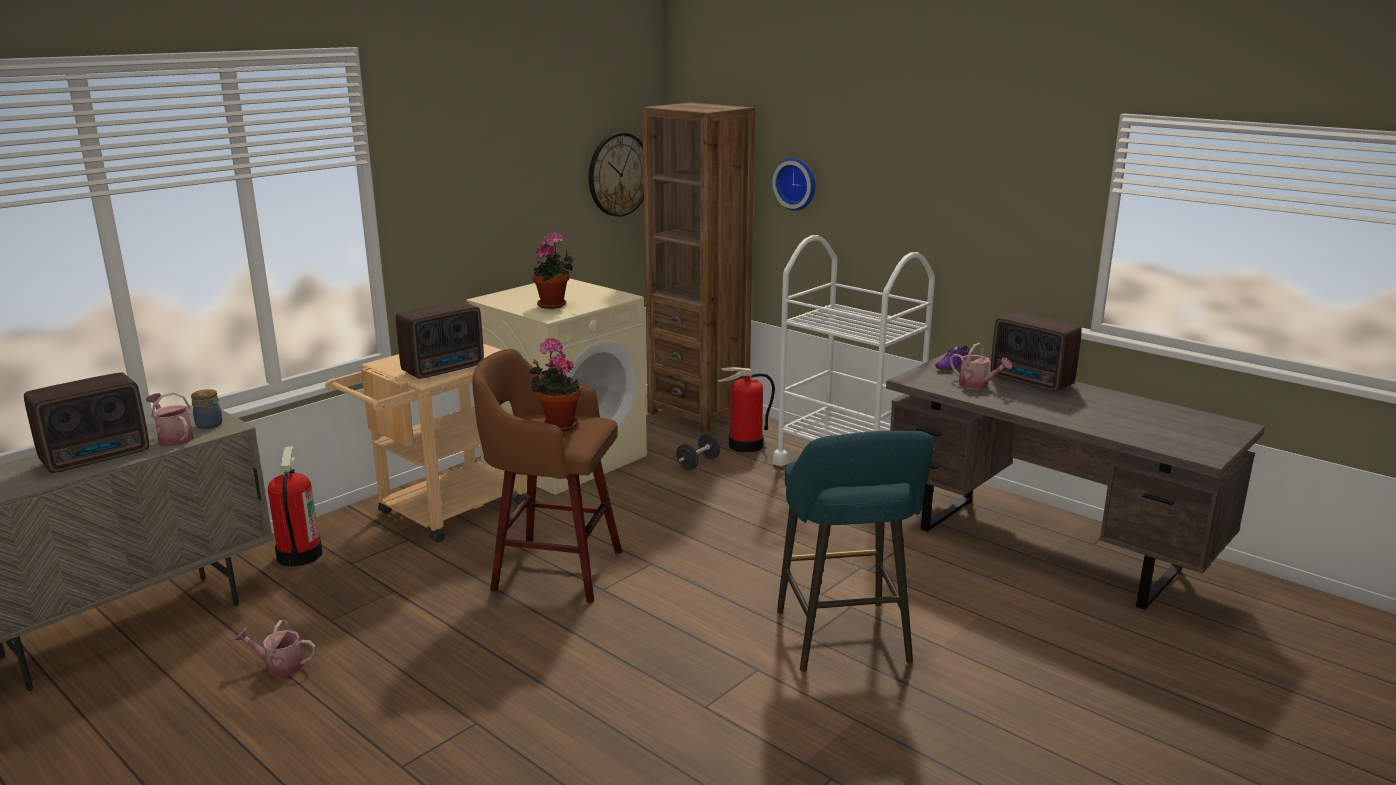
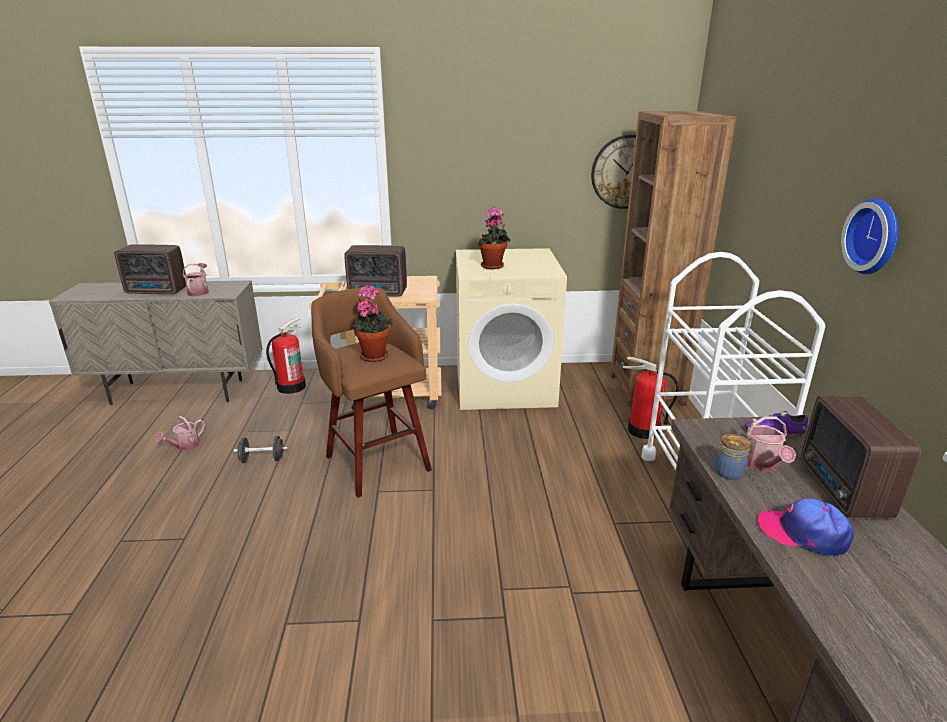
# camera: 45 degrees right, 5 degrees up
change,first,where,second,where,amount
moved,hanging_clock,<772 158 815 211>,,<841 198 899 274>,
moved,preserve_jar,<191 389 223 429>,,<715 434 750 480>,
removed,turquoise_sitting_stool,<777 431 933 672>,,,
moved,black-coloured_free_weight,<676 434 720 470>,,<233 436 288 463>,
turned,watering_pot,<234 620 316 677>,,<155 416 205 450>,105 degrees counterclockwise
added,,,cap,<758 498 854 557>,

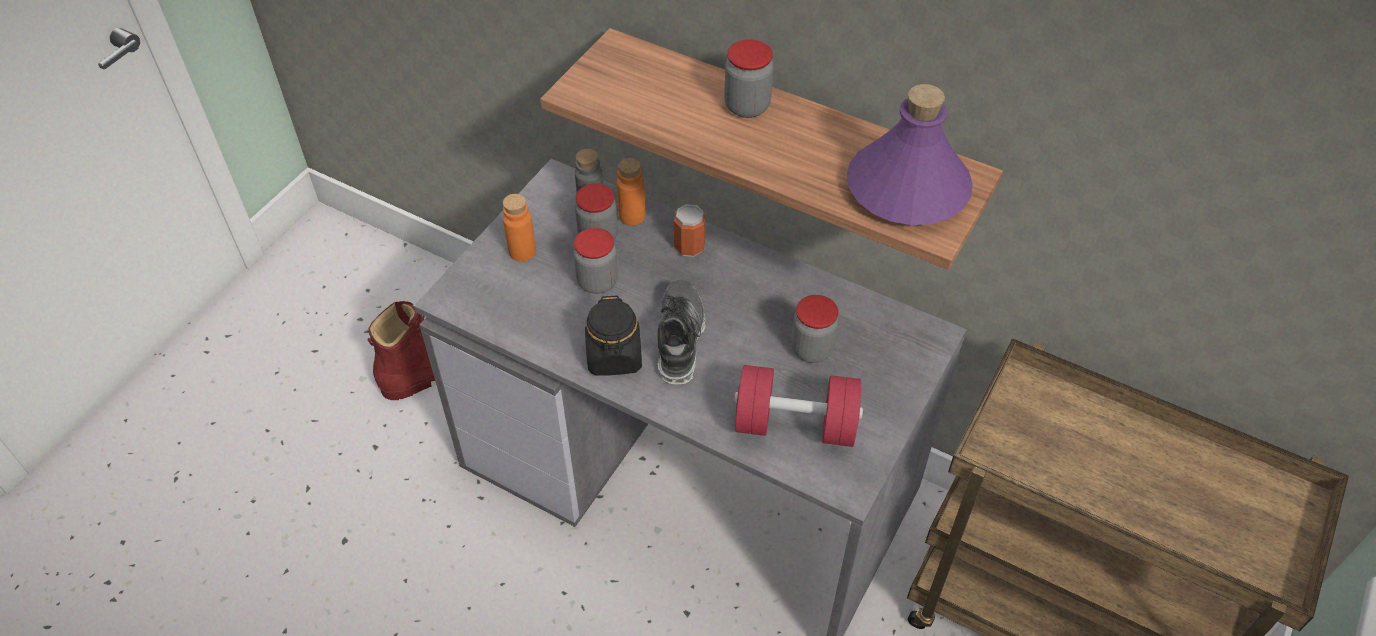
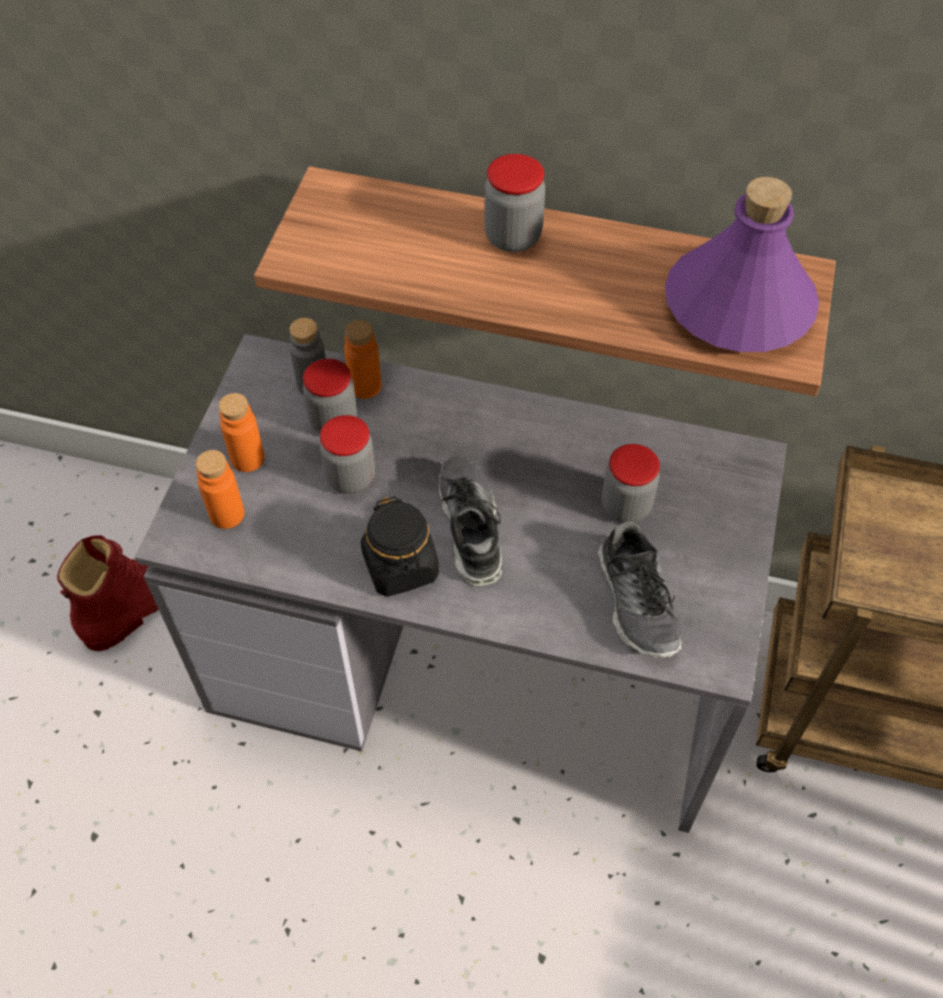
# camera: 15 degrees left, 5 degrees up
change,first,where,second,where,amount
removed,can,<674 204 706 257>,,,
replaced,red-coloured_free_weight,<734 365 863 447>,item_of_footwear,<598 522 681 658>,
added,,,orangey_beverage_bottle,<195 450 244 529>,

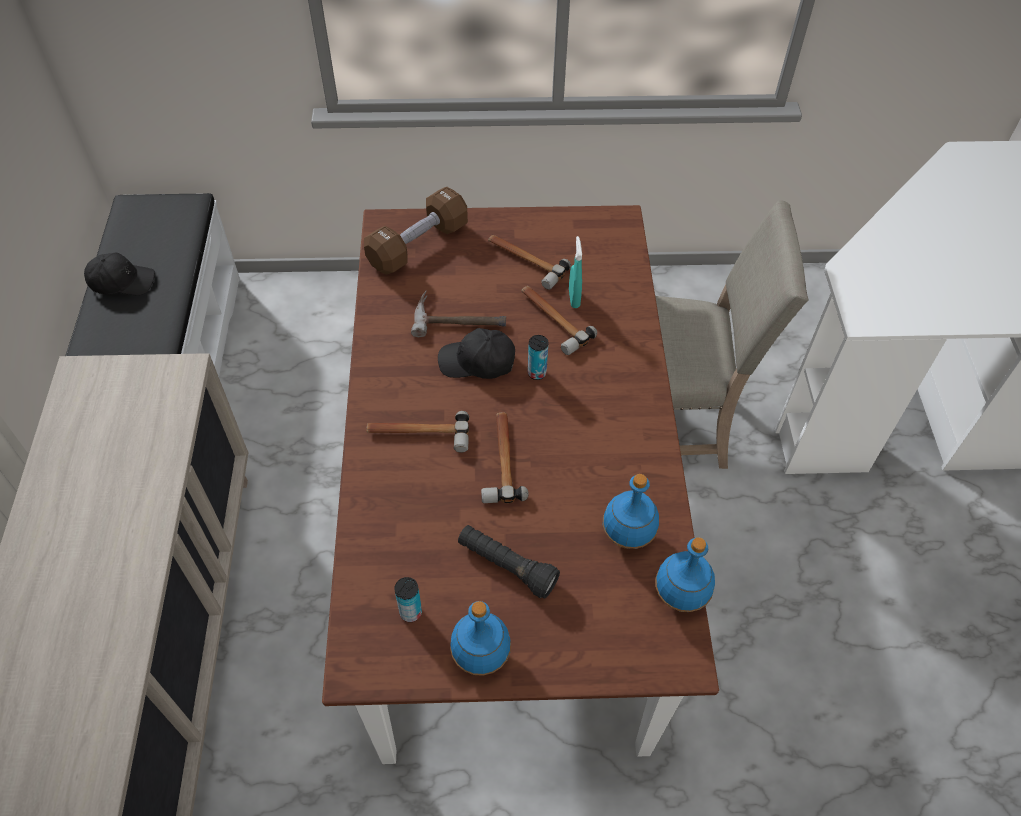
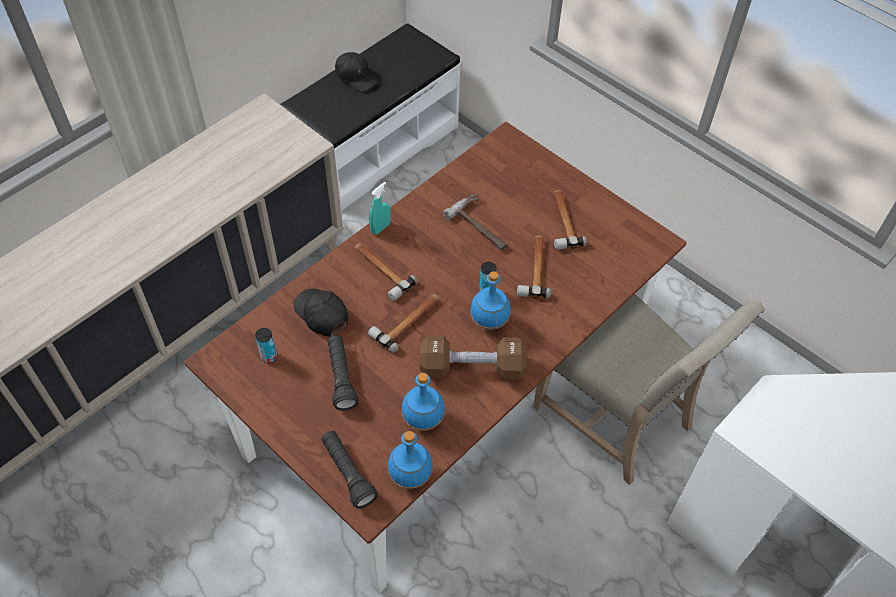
# camera: 45 degrees right, 0 degrees up
change,first,where,second,where,amount
moved,brown_free_weight,<364 187 468 275>,,<420 336 527 380>,
moved,turquoise_sprayer,<569 236 582 308>,,<369 182 391 235>,
moved,black-coloured_cap,<438 328 515 379>,,<293 289 348 336>,
moved,blue-coloured_beverage_bottle,<450 601 511 676>,,<470 271 511 330>,
added,,,black-coloured_torch,<321 431 378 509>,

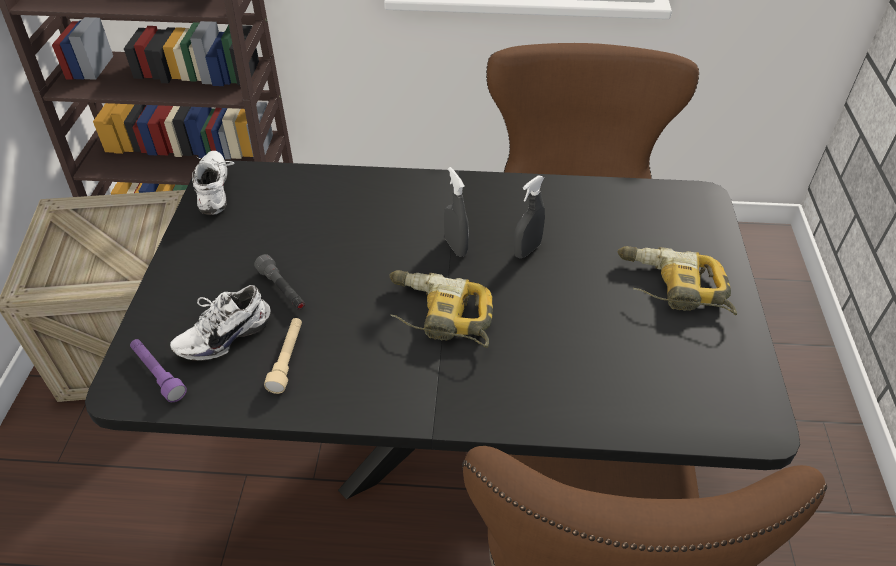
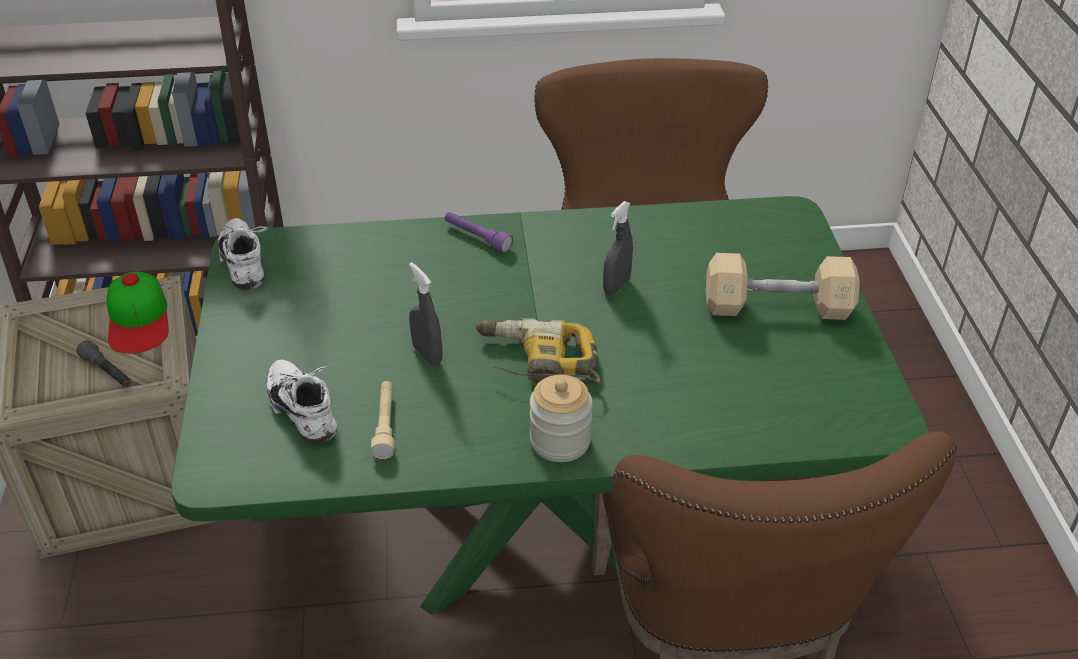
# camera: 10 degrees left, 5 degrees down
change,first,where,second,where,amount
recoloured,black-coloured_dining_table,<85 160 800 499>,greenish_dining_table,<172 196 929 615>,
moved,grey_sprayer,<444 167 469 257>,,<409 262 443 366>,
replaced,drill,<618 246 737 315>,sand-coloured_free_weight,<706 253 860 320>,
moved,grey_torch,<254 254 305 310>,,<76 340 132 387>,
turned,white-coloured_item_of_footwear,<170 285 271 361>,,<266 359 337 444>,105 degrees clockwise
moved,purple_torch,<130 339 187 402>,,<445 212 513 253>,
added,,,cap,<107 271 169 354>,
added,,,preserve_jar,<530 375 593 462>,

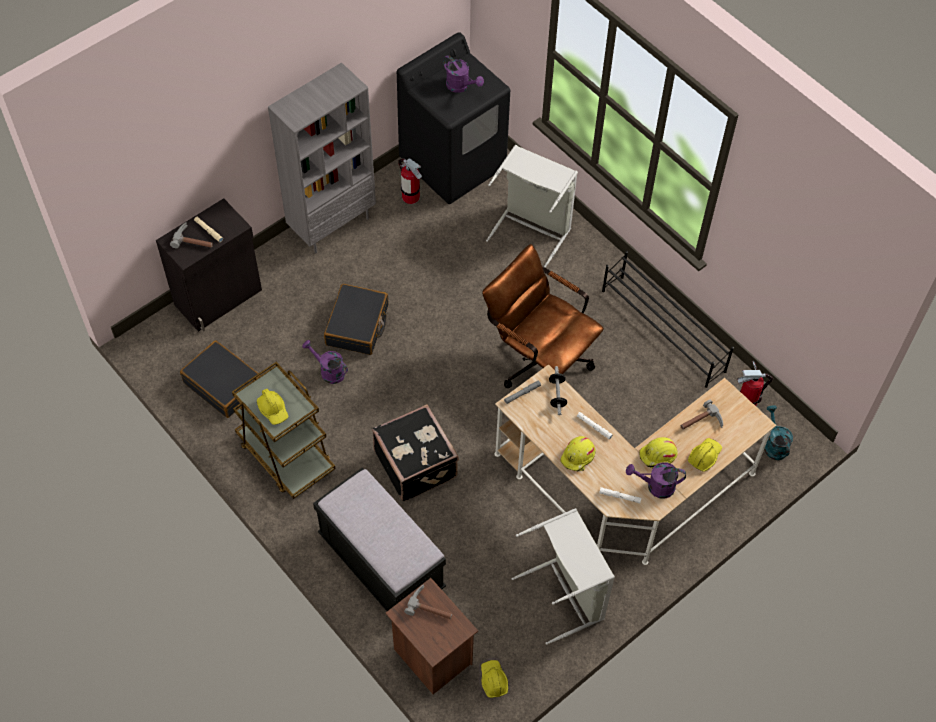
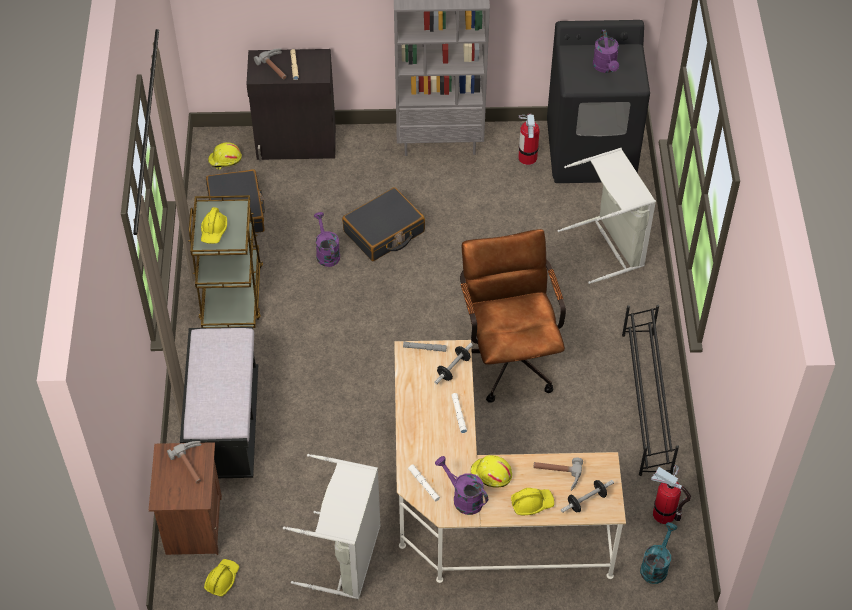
# camera: 40 degrees right, 5 degrees down
change,first,where,second,where,amount
removed,black-coloured_suitcase,<372 404 459 501>,,,
moved,yellow-coloured_hard_hat,<560 436 596 471>,,<208 142 242 170>,
added,,,free_weight,<561 480 614 513>,

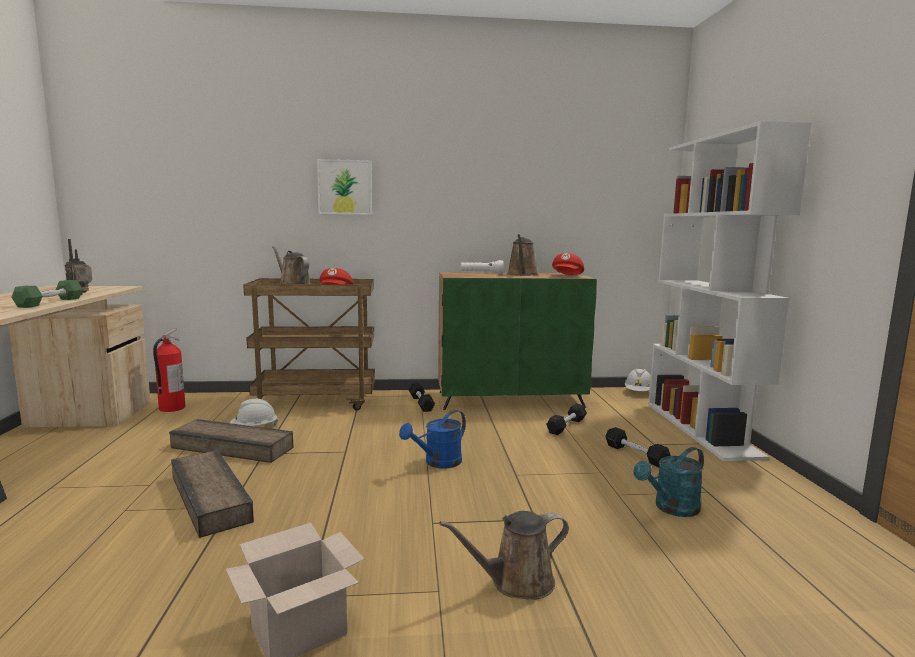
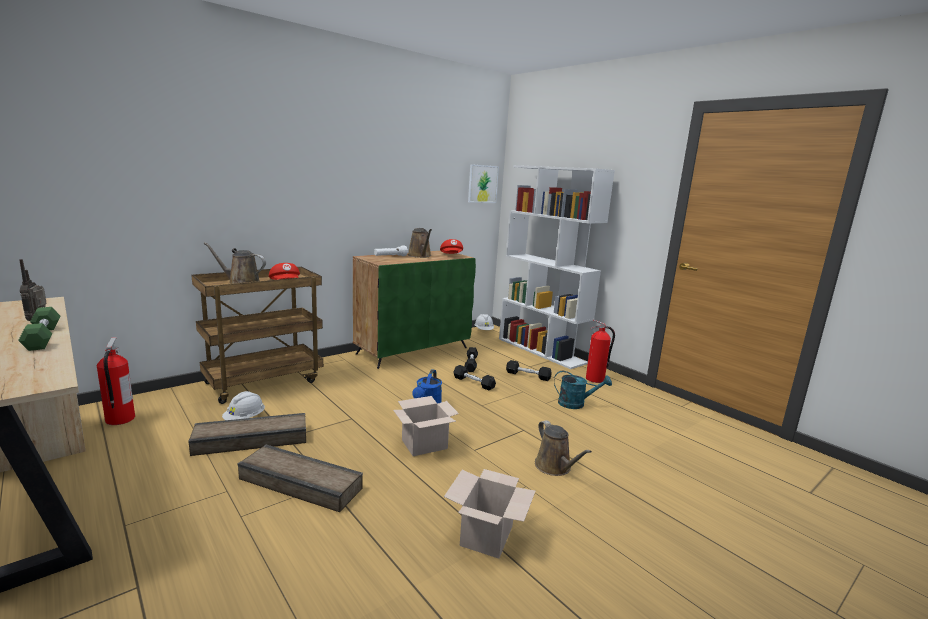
# camera: 35 degrees left, 5 degrees up
change,first,where,second,where,amount
moved,wall_picture,<317 159 372 215>,,<468 164 499 203>,
moved,black-coloured_free_weight,<409 383 435 412>,,<453 365 496 390>,
turned,turquoise_watering_pot,<633 447 704 517>,,<554 371 612 409>,105 degrees counterclockwise
turned,brown_watering_pot,<439 511 569 600>,,<535 420 592 476>,60 degrees counterclockwise
added,,,fire-fighting_cylinder,<586 320 615 383>,
added,,,cardboard_box,<393 396 459 456>,

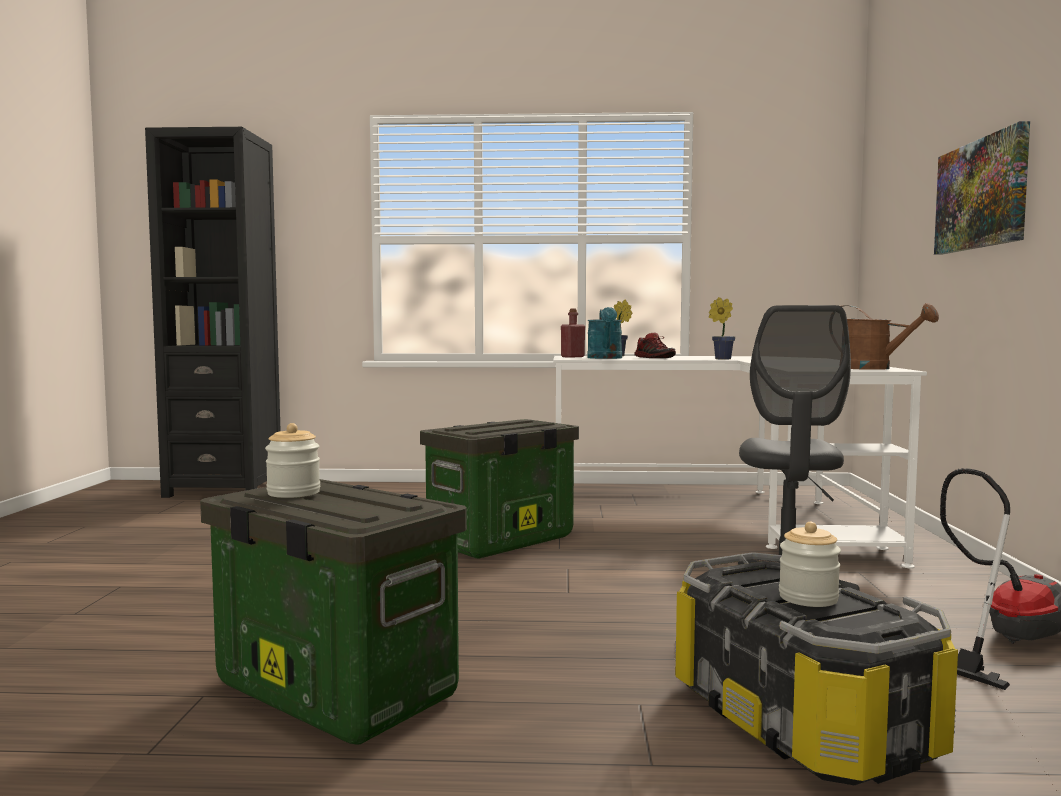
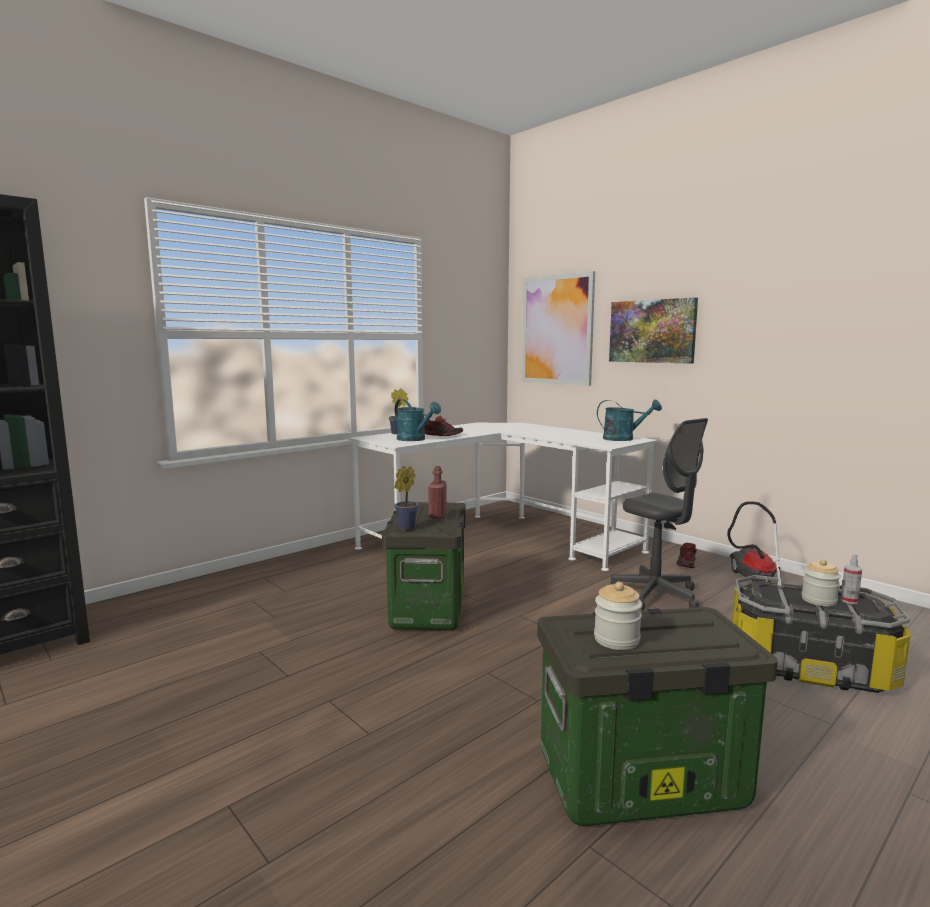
# camera: 45 degrees left, 5 degrees up
change,first,where,second,where,amount
moved,houseplant,<709 297 735 360>,,<394 466 419 530>,
recoloured,brown_watering_pot,<841 303 939 370>,turquoise_watering_pot,<597 399 662 441>,
moved,red-coloured_beverage_bottle,<561 308 585 358>,,<428 466 447 519>,
added,,,wall_picture,<522 271 595 386>,
added,,,item_of_footwear,<676 543 697 568>,
added,,,sprayer,<841 554 862 604>,

